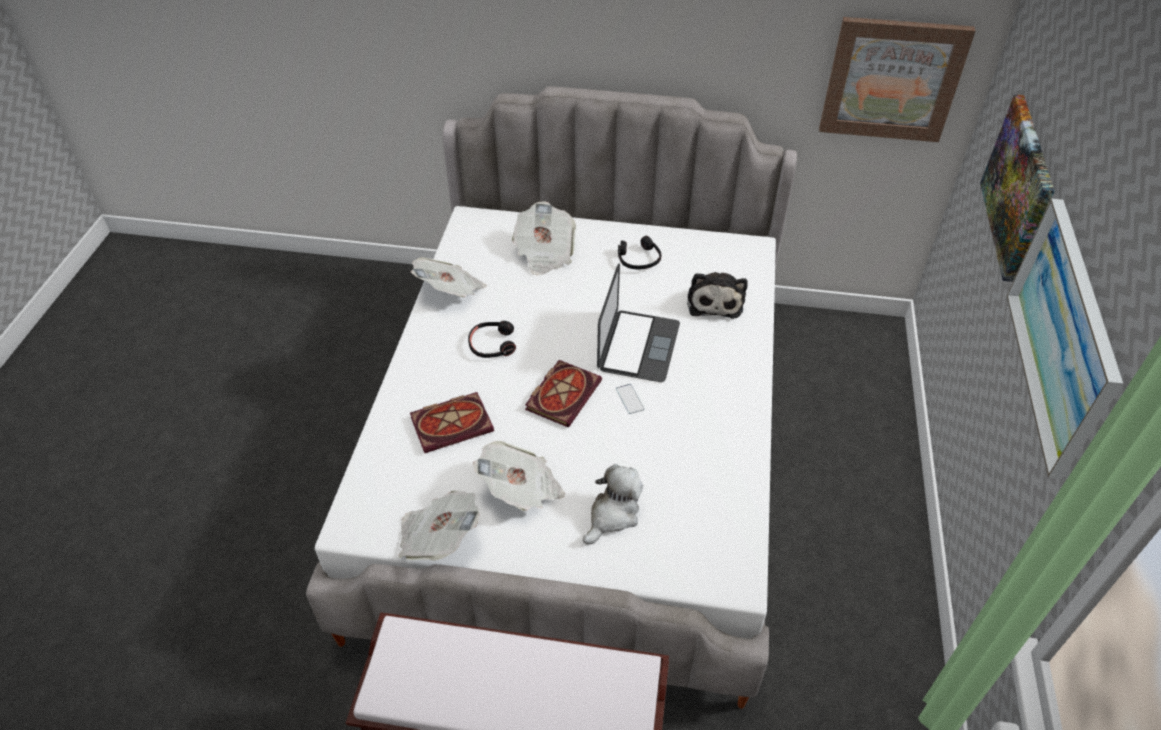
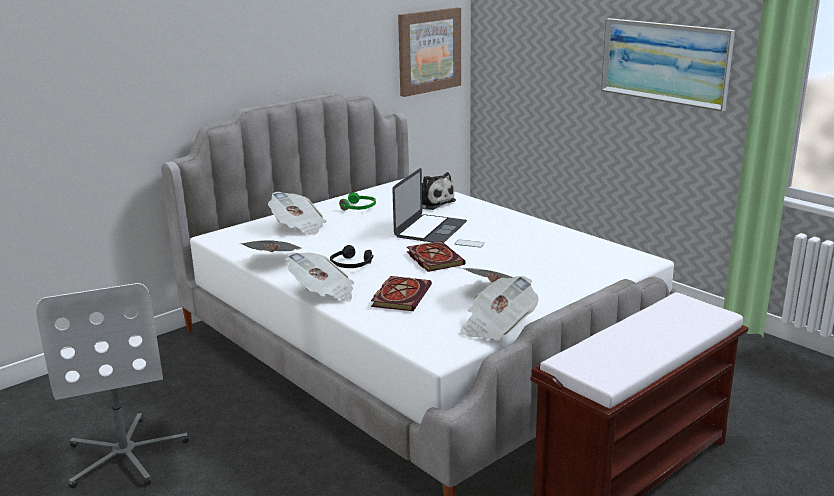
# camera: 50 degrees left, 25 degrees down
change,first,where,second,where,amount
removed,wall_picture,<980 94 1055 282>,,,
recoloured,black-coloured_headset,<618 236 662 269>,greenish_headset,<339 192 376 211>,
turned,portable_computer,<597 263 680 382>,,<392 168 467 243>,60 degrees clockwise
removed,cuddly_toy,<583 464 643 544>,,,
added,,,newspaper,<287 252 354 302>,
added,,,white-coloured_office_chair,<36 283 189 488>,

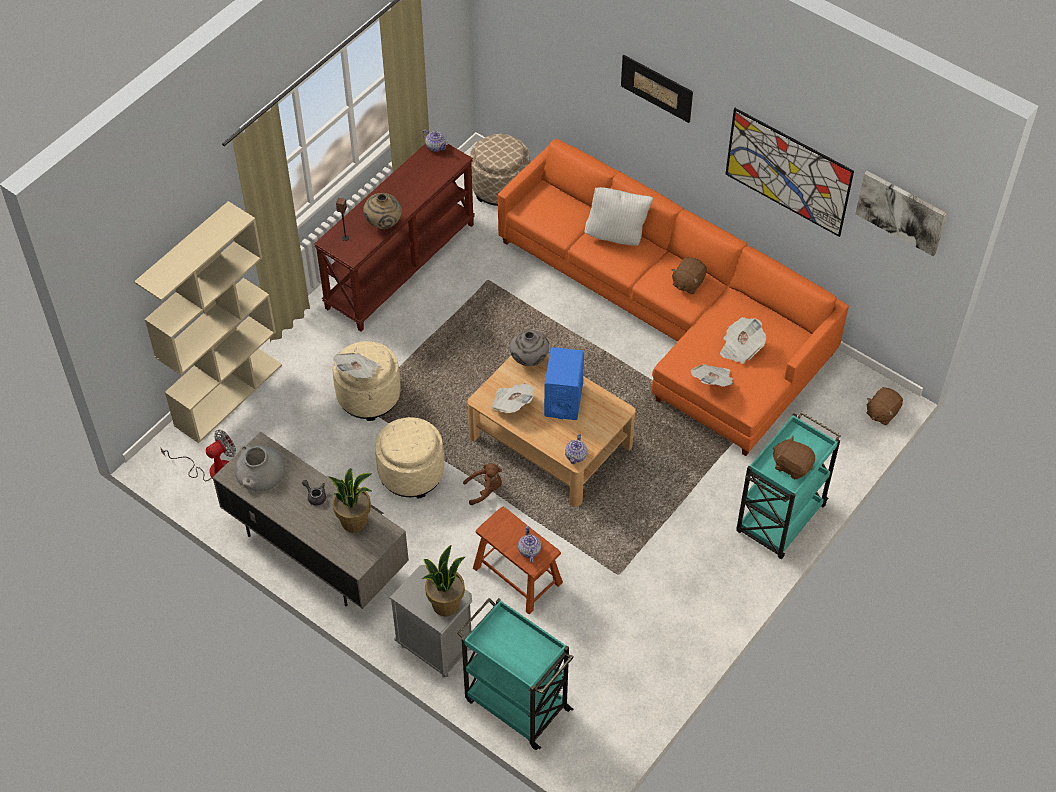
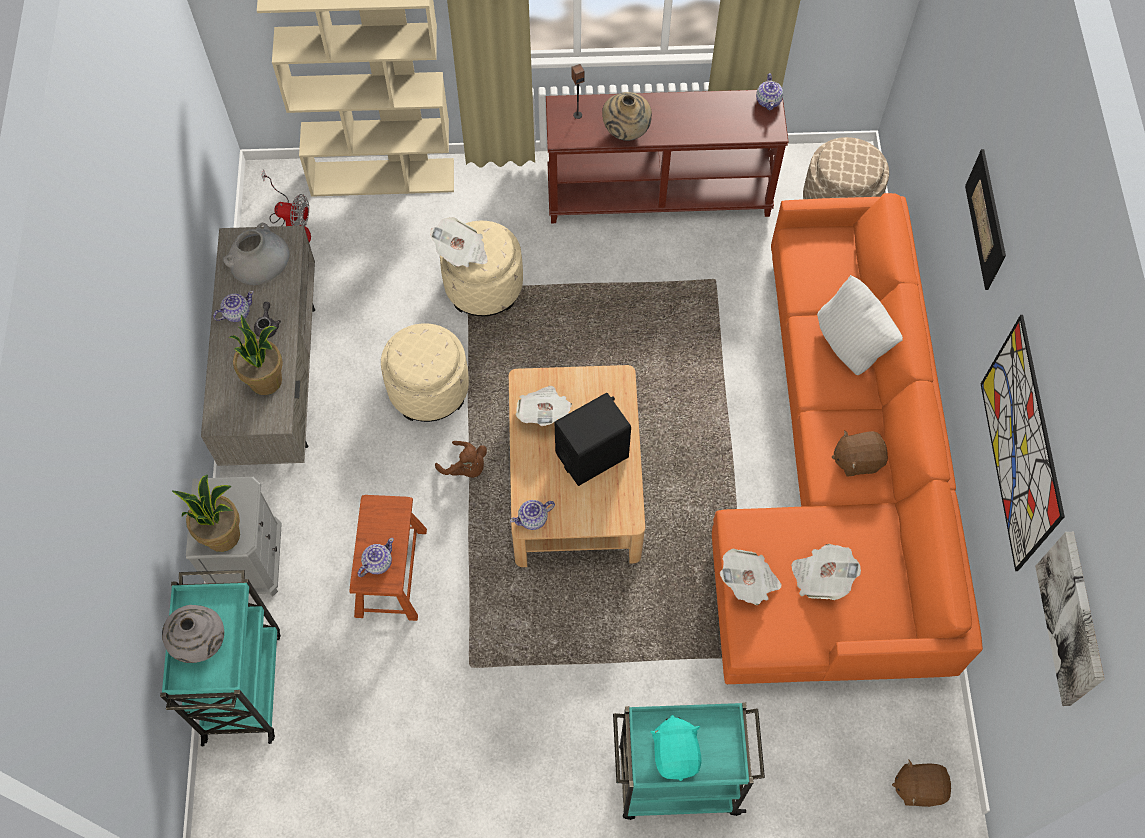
# camera: 50 degrees right, 10 degrees up
change,first,where,second,where,amount
moved,grey_vase,<509 330 549 366>,,<162 605 224 663>,
recoloured,blue-coloured_audio_speaker,<544 347 584 420>,black-coloured_audio_speaker,<554 393 631 486>,
recoloured,brown_cuddly_toy,<773 436 815 479>,turquoise_cuddly_toy,<651 715 701 781>,
added,,,pot_for_tea,<213 291 254 322>,

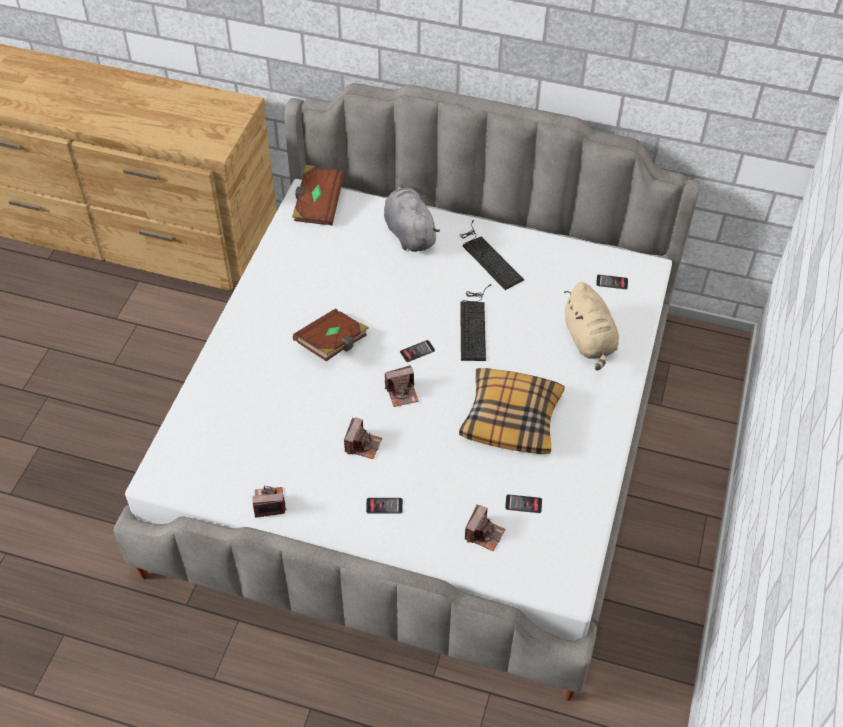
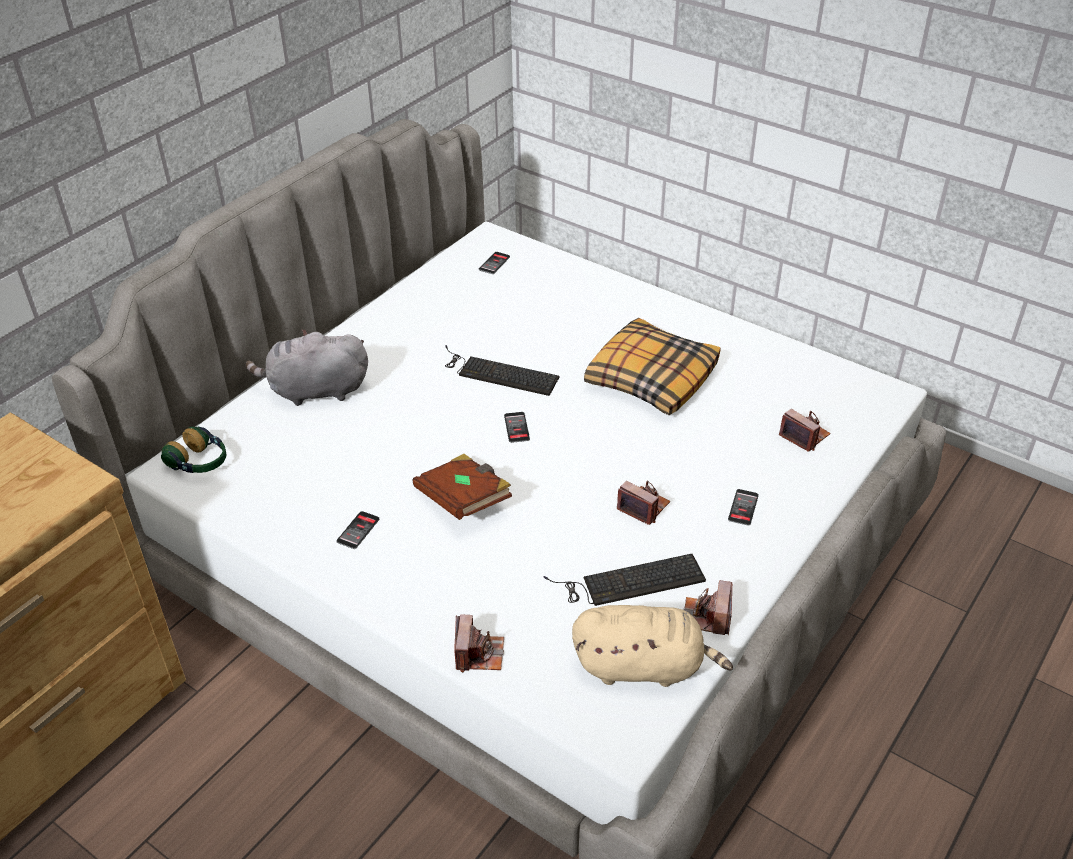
# camera: 70 degrees left, 10 degrees down
change,first,where,second,where,amount
replaced,brown_volume,<292 165 345 226>,headset,<161 427 226 473>,
moved,computer_keyboard,<460 220 524 290>,,<544 554 706 606>,
moved,sand-coloured_cuddly_toy,<564 282 619 371>,,<572 605 733 687>,
moved,still_camera,<385 365 419 407>,,<454 614 504 672>,
moved,telephone,<505 494 542 513>,,<336 511 379 549>,

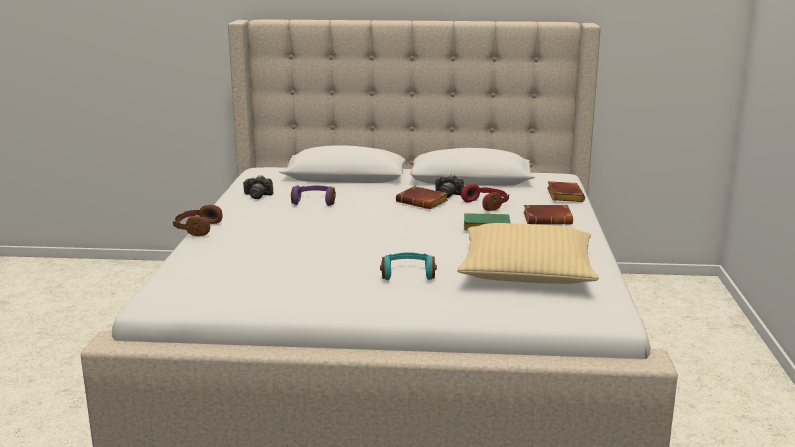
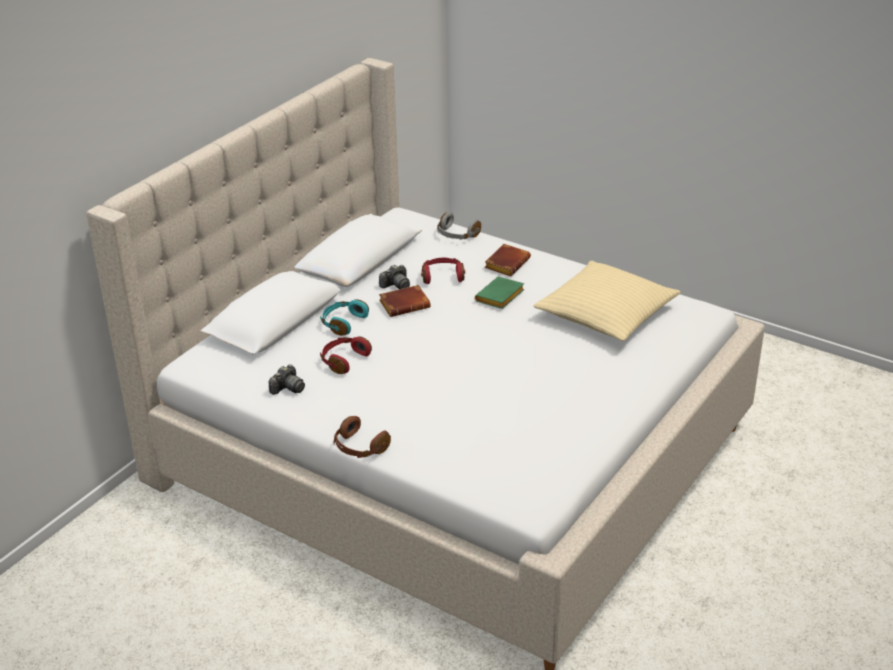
# camera: 60 degrees left, 15 degrees up
change,first,where,second,where,amount
replaced,brown_volume,<547 181 585 202>,grey_headset,<437 212 481 240>,
recoloured,purple_headset,<291 185 336 206>,red-coloured_headset,<320 336 372 374>,
moved,turquoise_headset,<380 252 437 280>,,<320 299 369 336>,

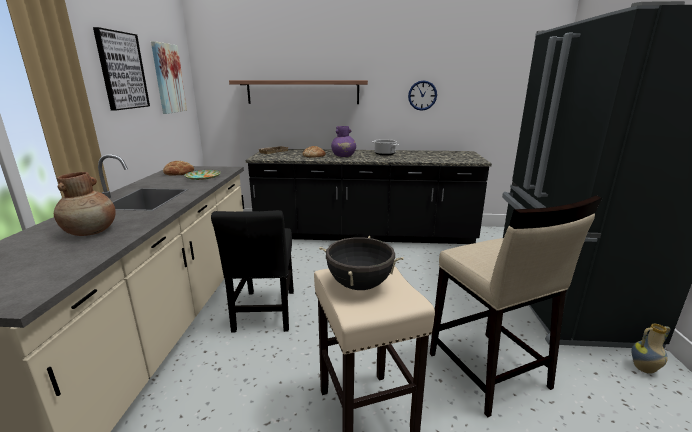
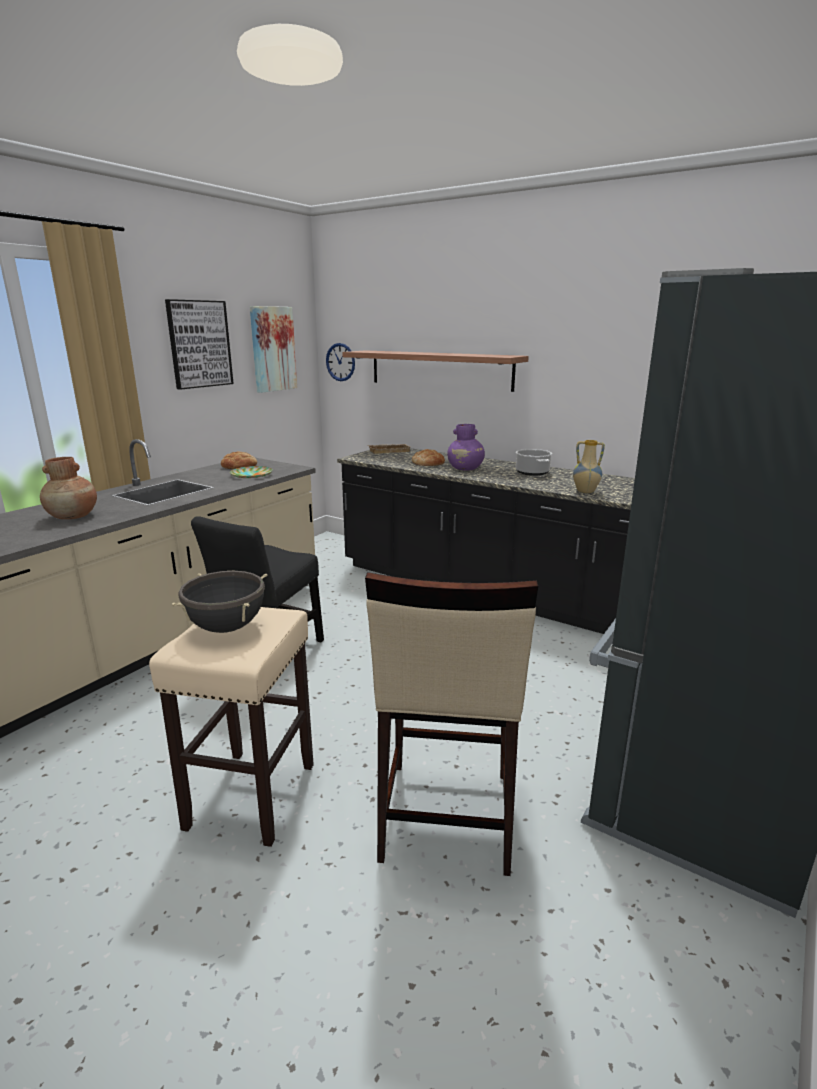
# camera: 30 degrees right, 0 degrees up
change,first,where,second,where,amount
moved,hanging_clock,<408 80 437 111>,,<326 343 355 381>,
moved,vase,<632 324 671 374>,,<573 440 605 493>,

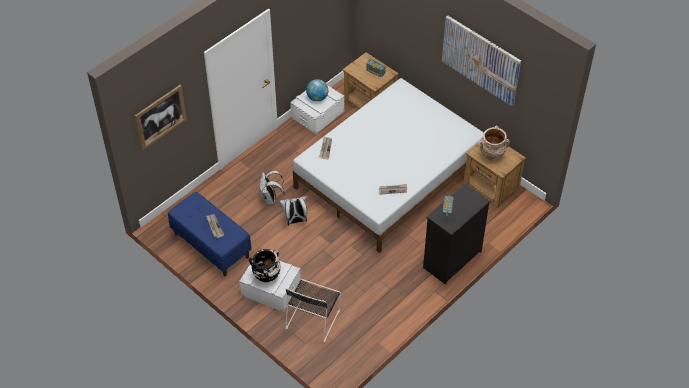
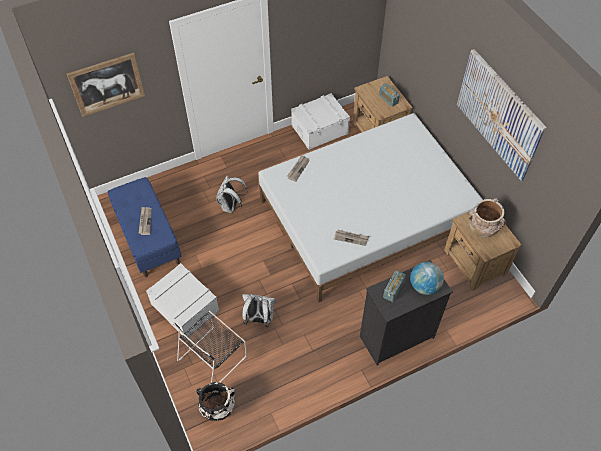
# camera: 20 degrees right, 5 degrees up
change,first,where,second,where,amount
moved,desk_globe,<306 79 328 102>,,<410 262 444 295>,
moved,white-coloured_rucksack,<279 196 307 225>,,<242 294 276 327>,
moved,black-coloured_vase,<249 249 281 282>,,<197 382 235 421>,

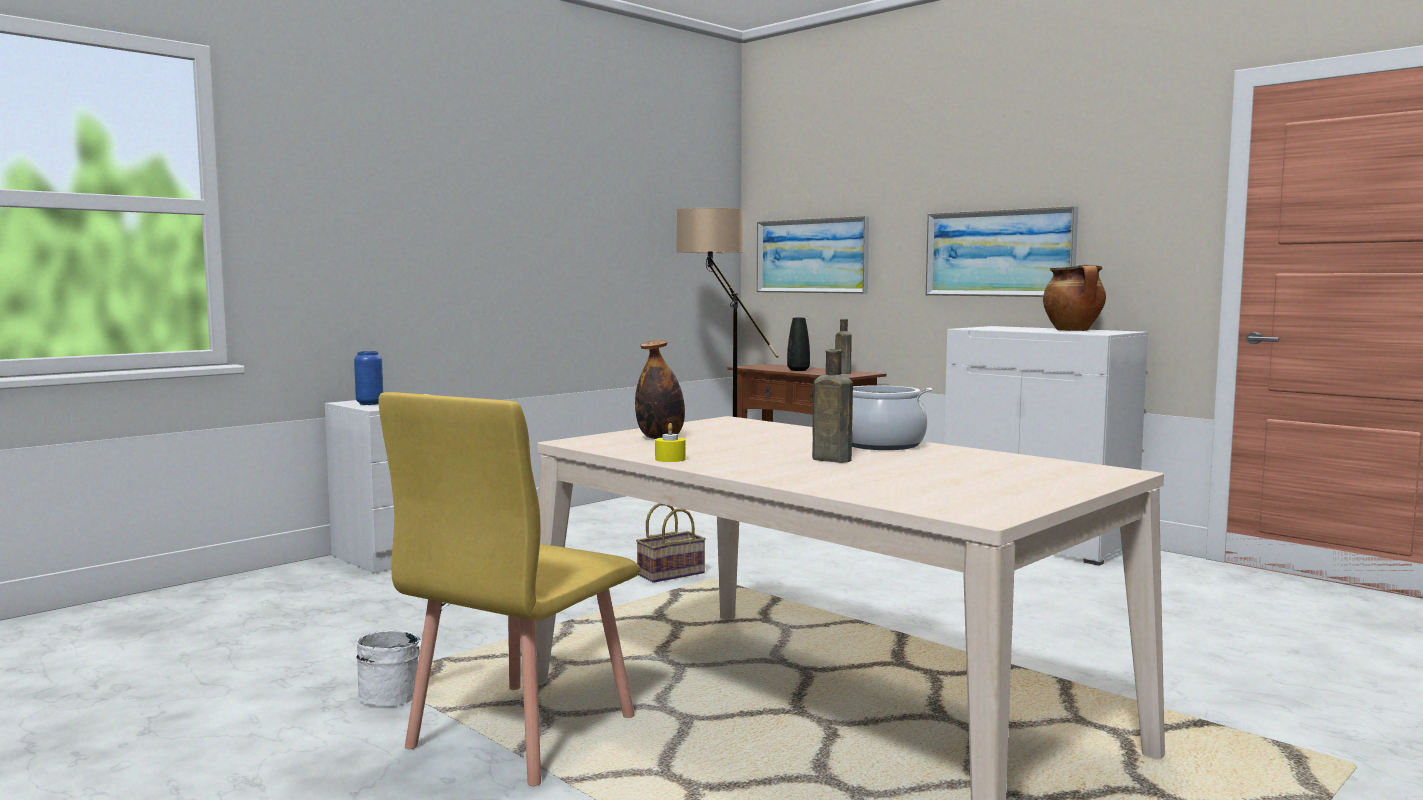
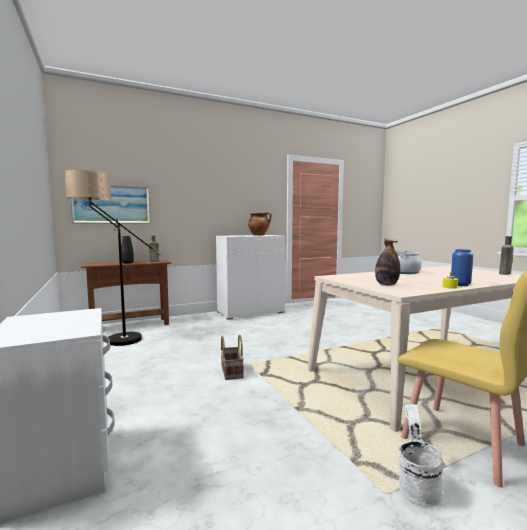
# camera: 70 degrees left, 0 degrees up
change,first,where,second,where,amount
removed,wall_picture,<926 206 1078 297>,,,
moved,brown_beverage_bottle,<812 349 853 463>,,<499 236 513 275>,
moved,blue-coloured_vase,<354 351 383 405>,,<451 249 473 286>,

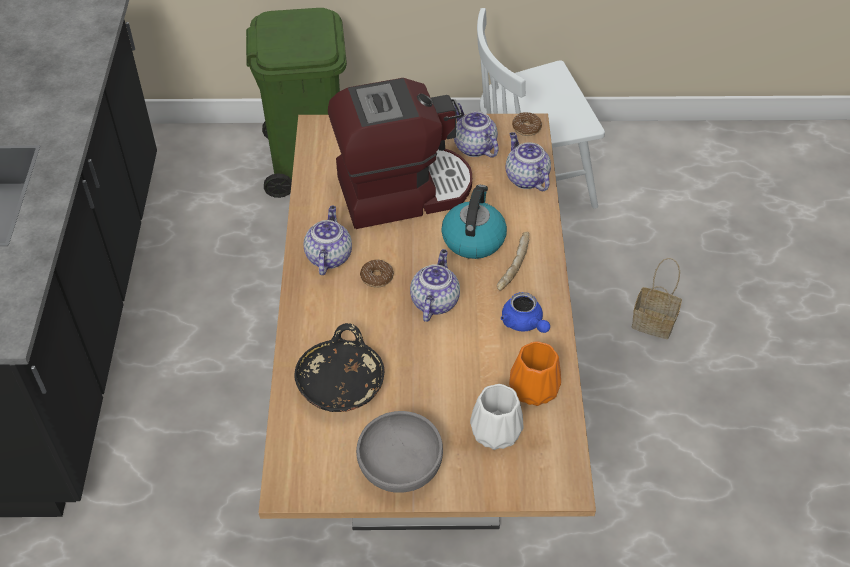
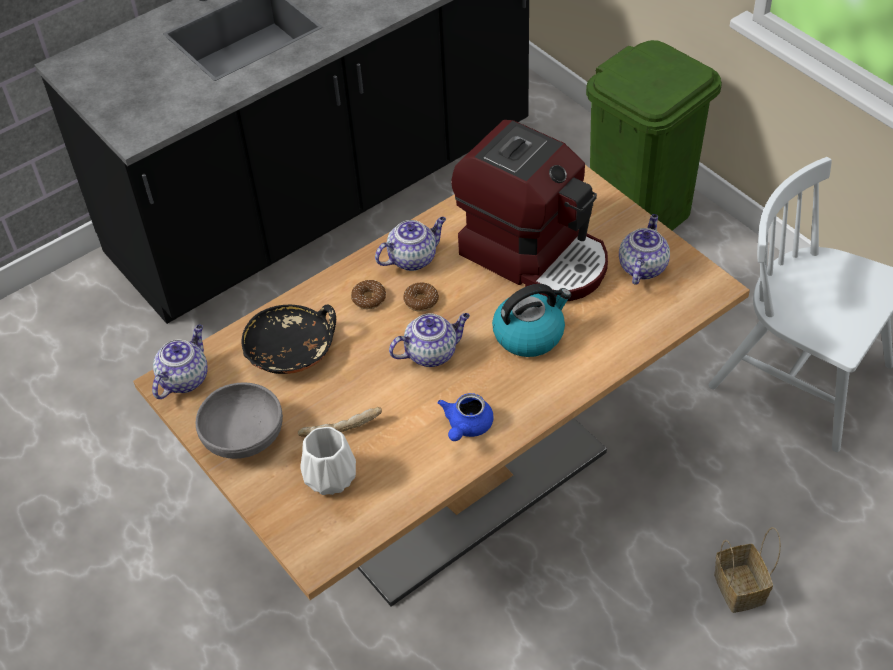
# camera: 55 degrees right, 0 degrees up
change,first,where,second,where,amount
moved,ring_doughnut,<512 112 542 136>,,<351 280 386 309>,
moved,pot_for_tea,<506 132 551 191>,,<152 325 208 399>,
moved,bread,<497 232 529 291>,,<298 407 382 437>,
removed,orangey_vase,<509 341 561 406>,,,

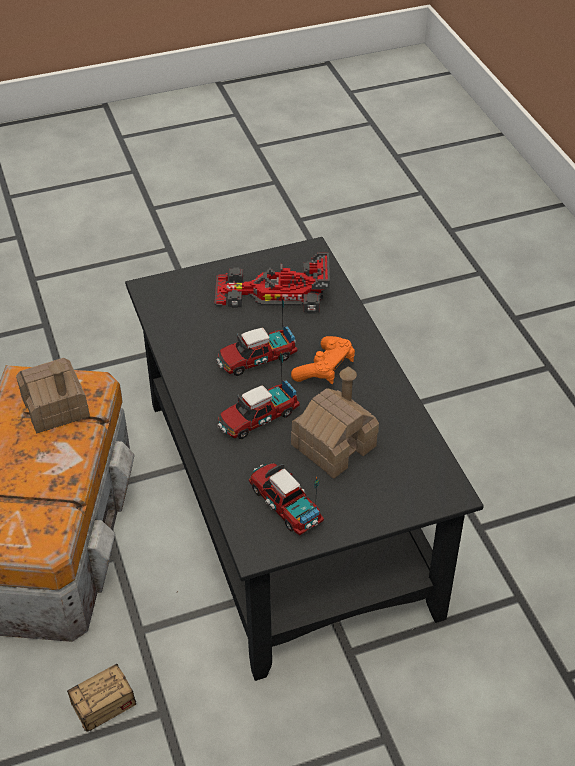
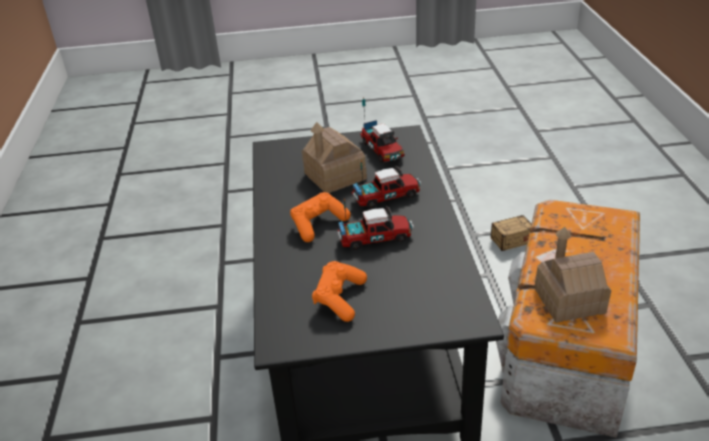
# camera: 165 degrees left, 10 degrees down
change,first,where,second,where,amount
replaced,toy_car,<214 253 330 314>,orangey_gamepad,<312 261 367 322>,

